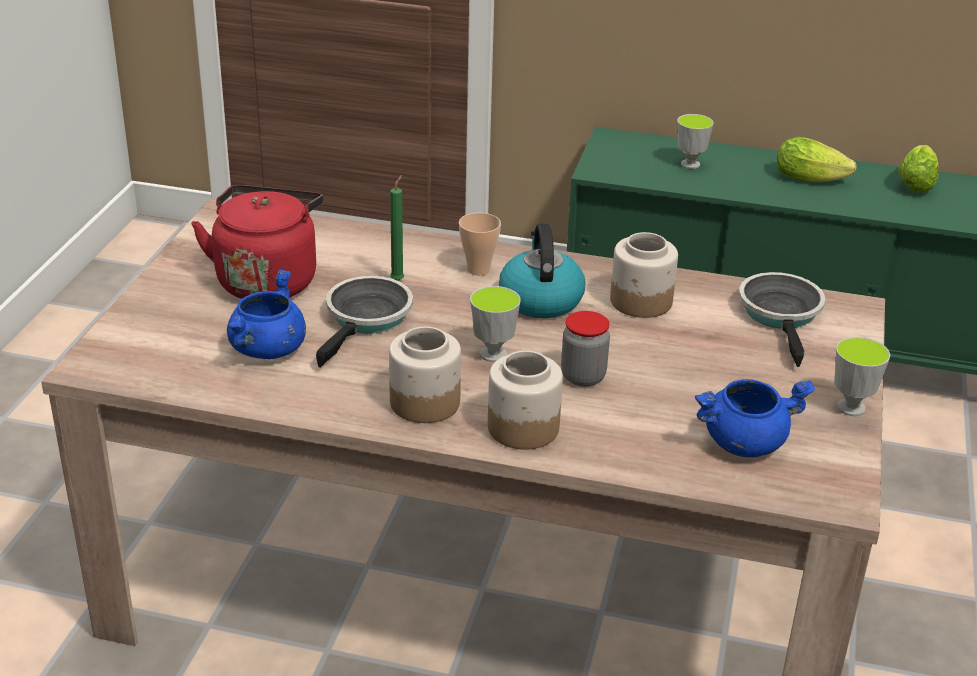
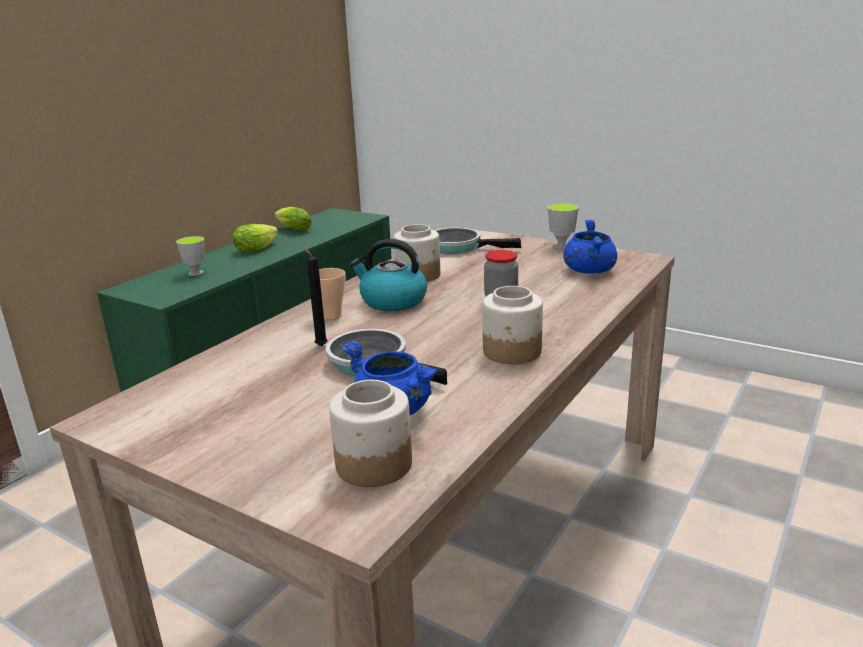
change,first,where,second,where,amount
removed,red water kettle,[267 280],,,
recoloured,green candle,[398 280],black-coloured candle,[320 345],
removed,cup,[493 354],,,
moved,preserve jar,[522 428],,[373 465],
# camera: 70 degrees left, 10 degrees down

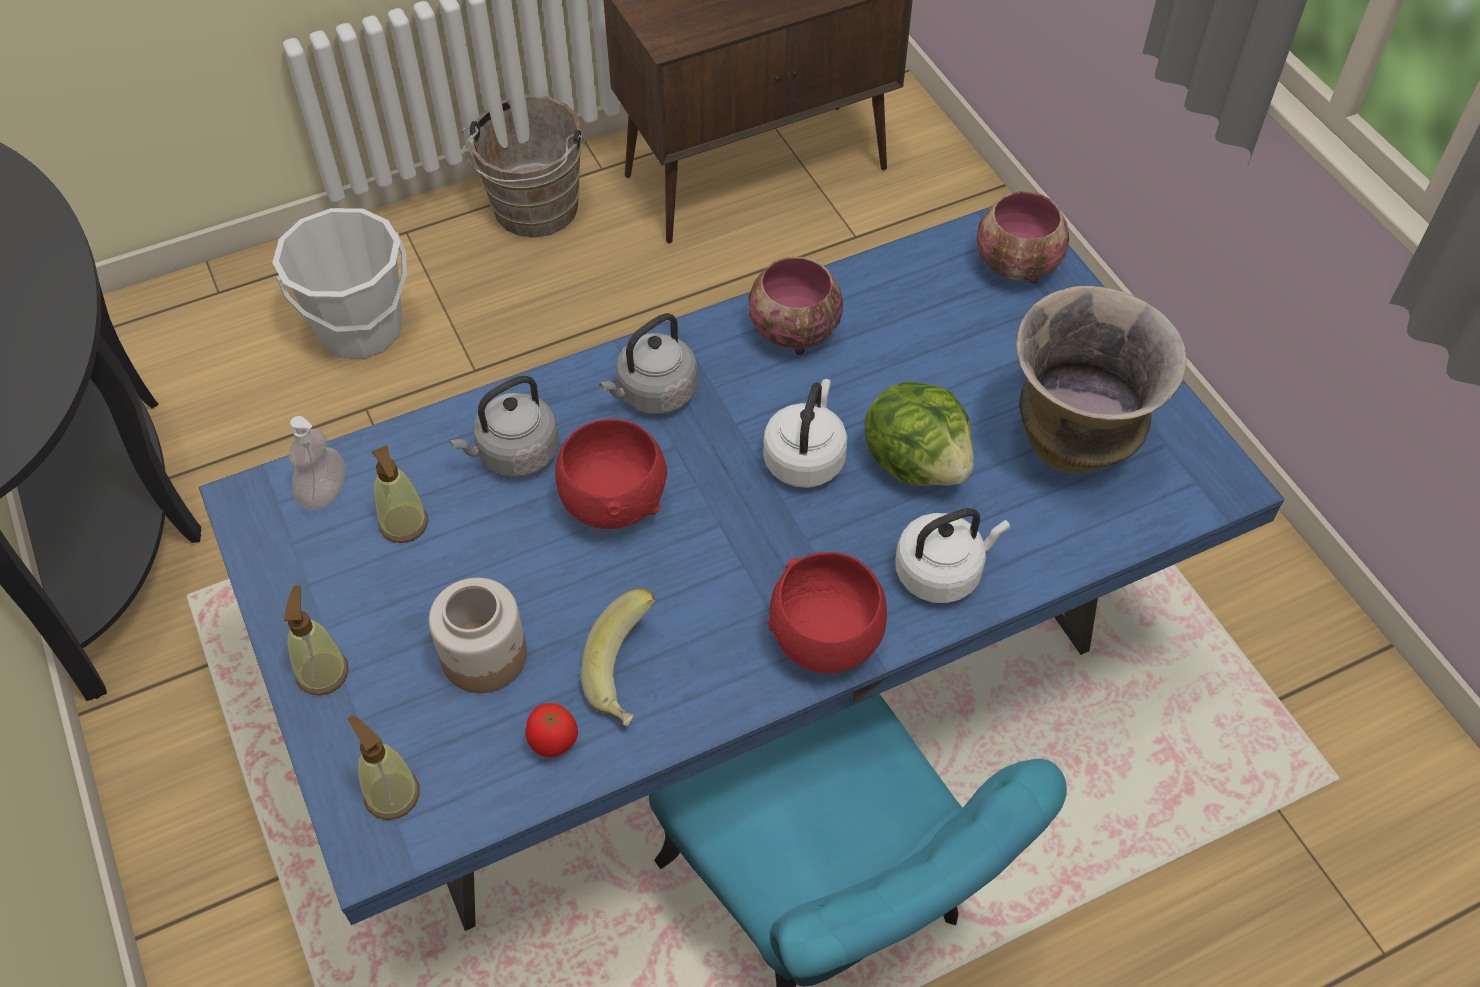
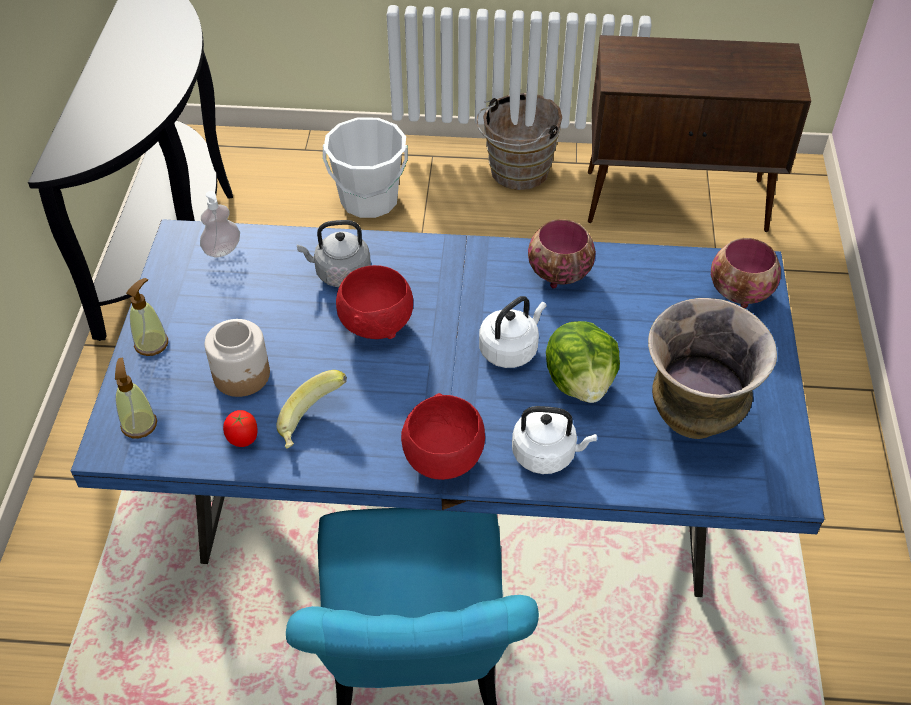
change,first,where,second,where,amount
removed,soap dispenser,[404 524],,,
removed,gray water kettle,[653 394],,,
# camera: 30 degrees right, 5 degrees down

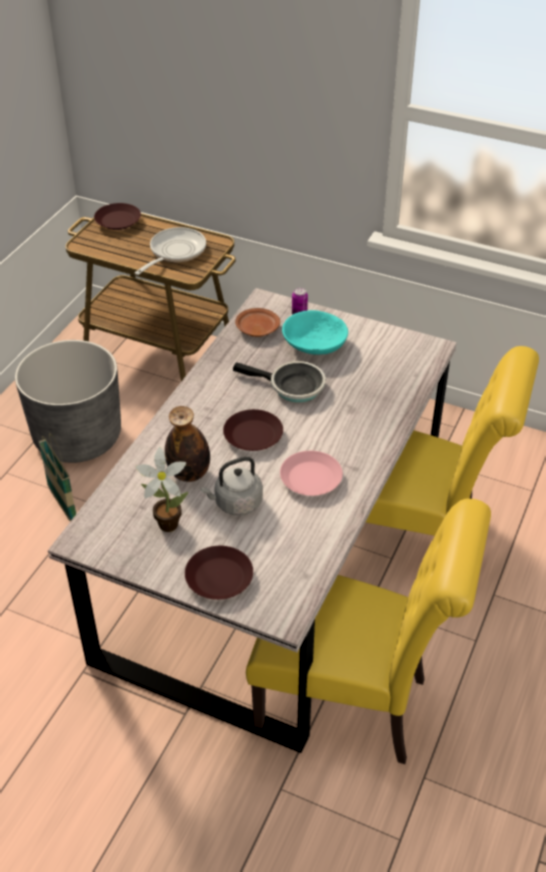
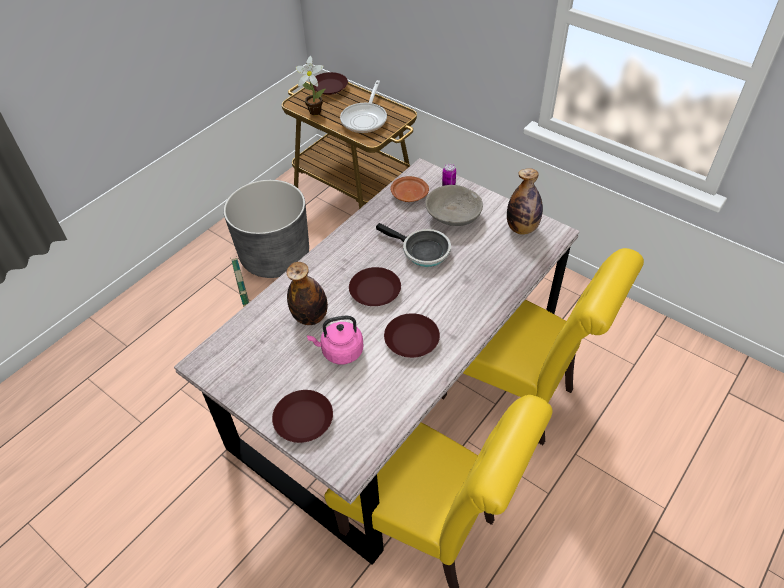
change,first,where,second,where,amount
turned,skillet,[174 252],,[365 119],150 degrees clockwise
moved,houseplant,[165 523],,[313 111],
recoloured,gray water kettle,[236 503],pink water kettle,[340 351],
recoloured,pink flat dish,[311 479],brown flat dish,[412 340],
recoloured,turquoise bowl,[314 344],gray bowl,[453 215],
added,,,drink bottle,[522 228],
# camera: 15 degrees right, 5 degrees up

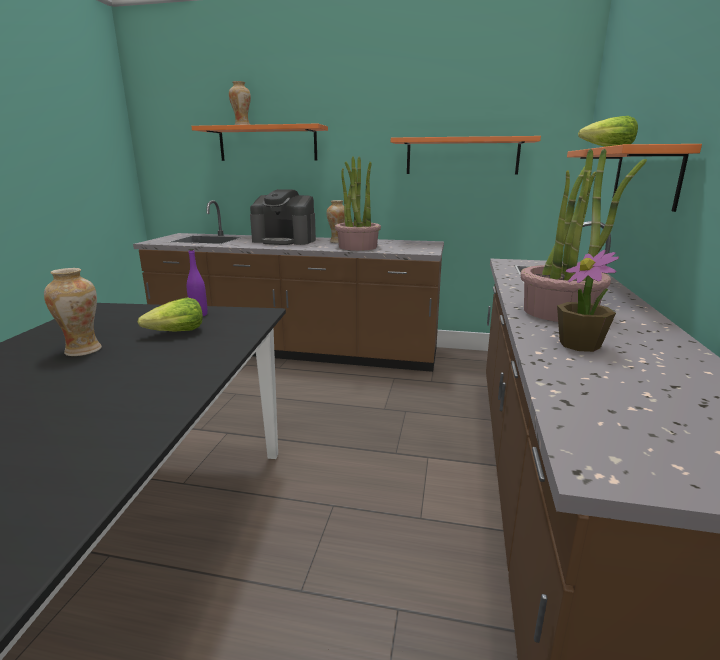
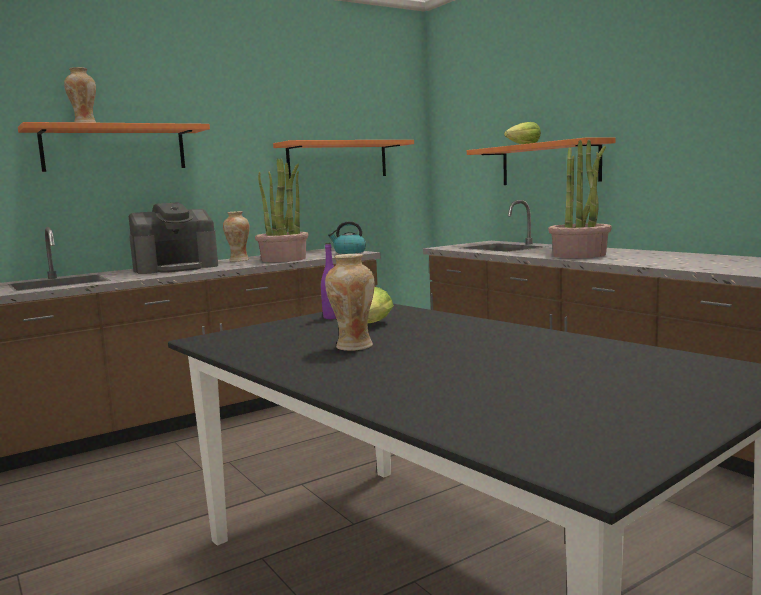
change,first,where,second,where,amount
removed,houseplant,[580 345],,,
added,,,water kettle,[349 252],
# camera: 45 degrees left, 10 degrees down

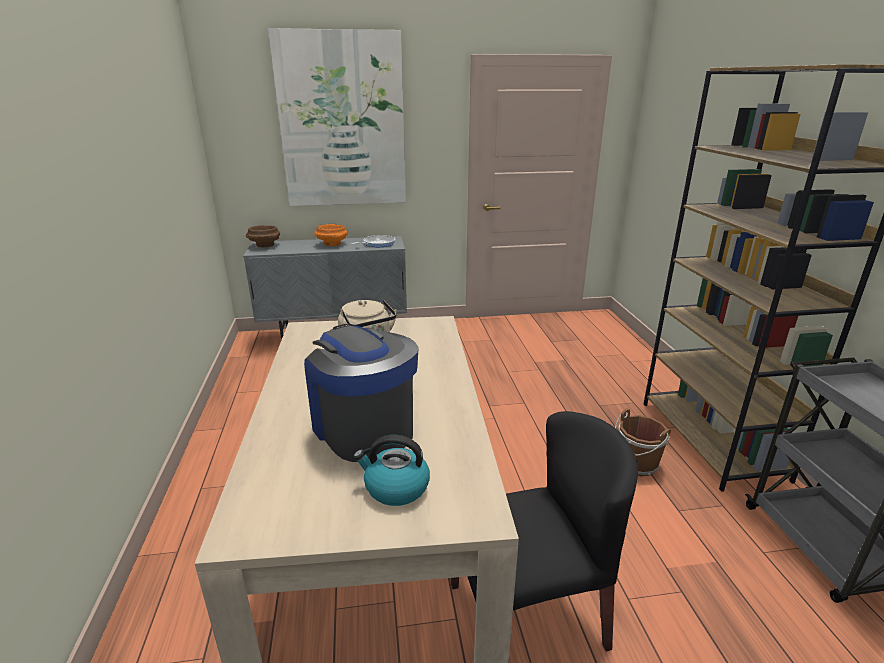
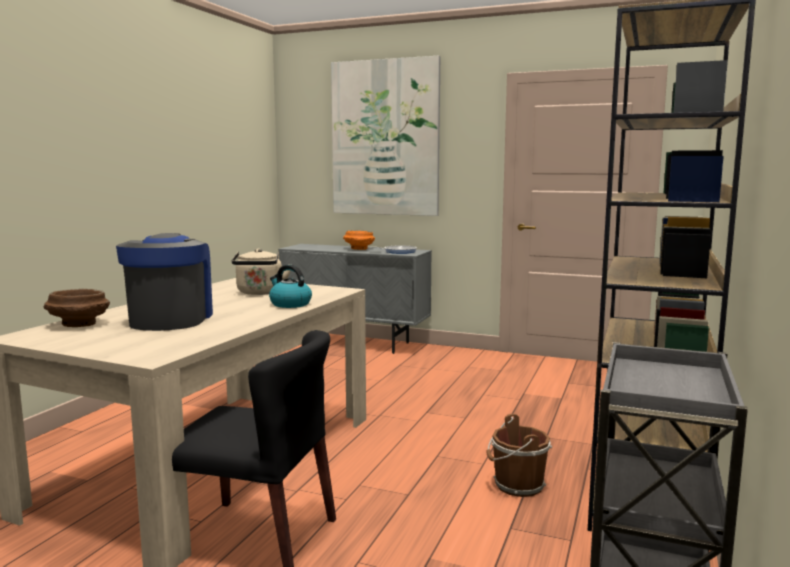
change,first,where,second,where,amount
moved,brown bowl,[264 246],,[78 325],
moved,water kettle,[395 488],,[290 304],
# camera: 30 degrees right, 15 degrees down

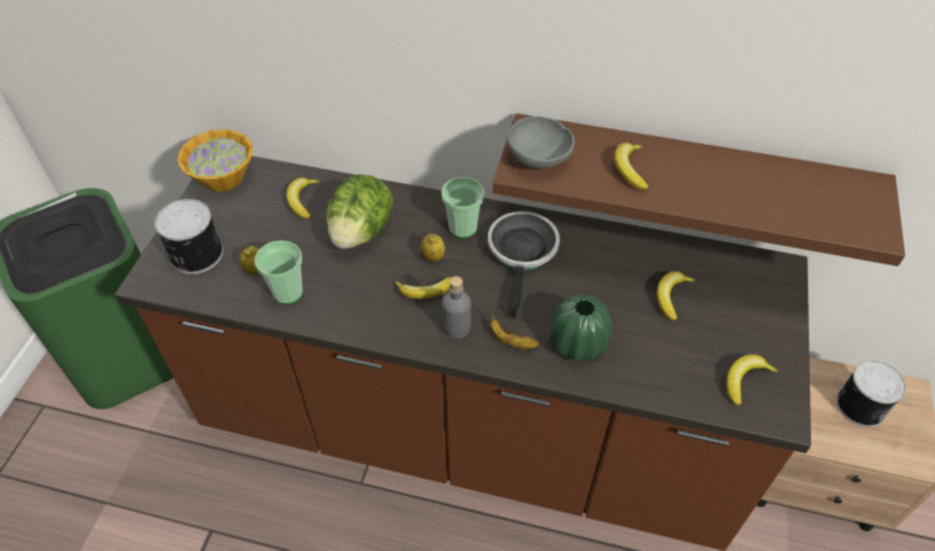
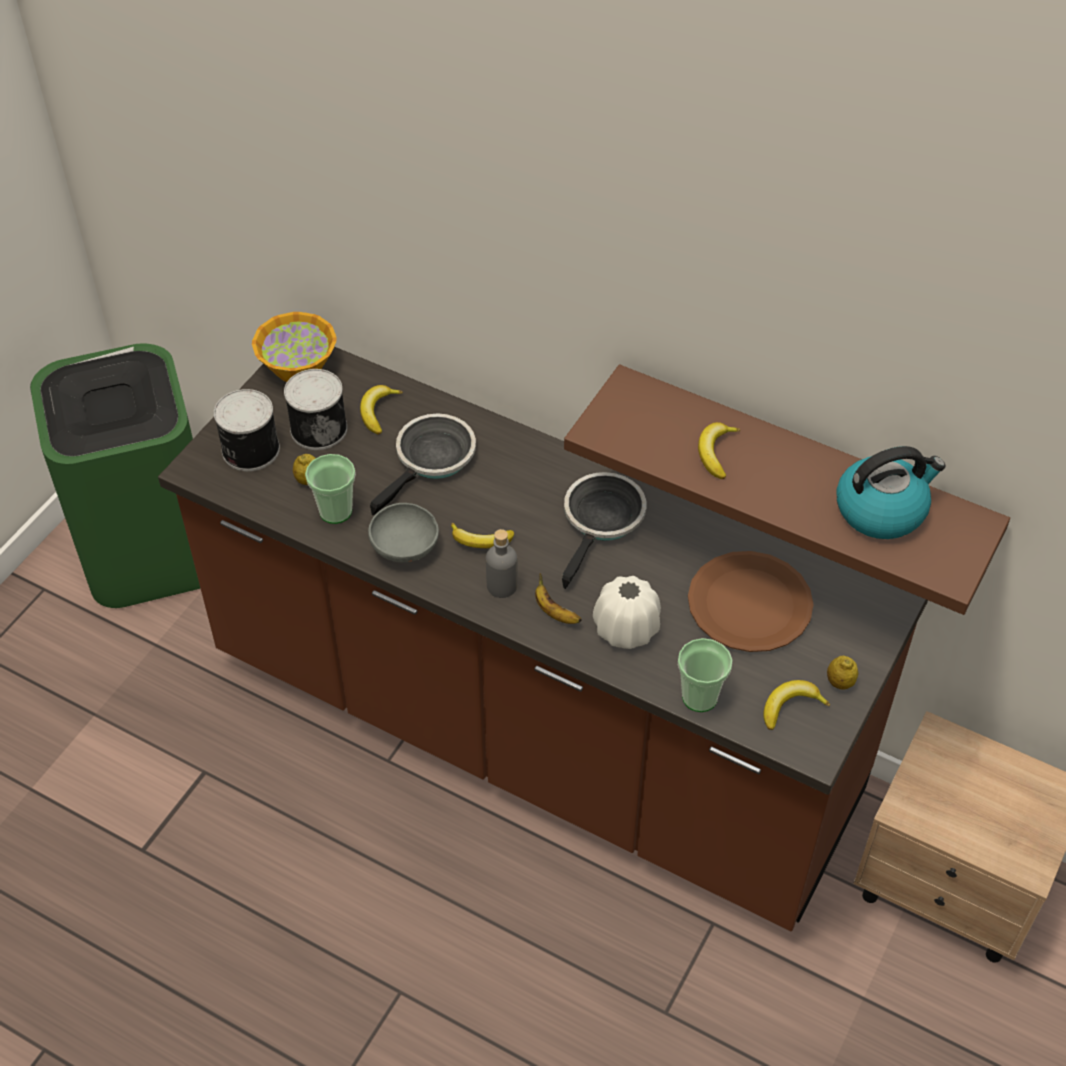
change,first,where,second,where,amount
replaced,lettuce,[361 231],skillet,[432 460],
moved,lemon,[433 257],,[840 682],
moved,cup,[463 227],,[700 697],
moved,gray bowl,[540 159],,[406 548],
recoloured,green vase,[578 342],white-coloured vase,[626 629],
replaced,banana,[671 297],brown flat dish,[749 603],
moved,sealed can,[859 404],,[318 428],
added,,,water kettle,[881 509],
# camera: 15 degrees right, 0 degrees up

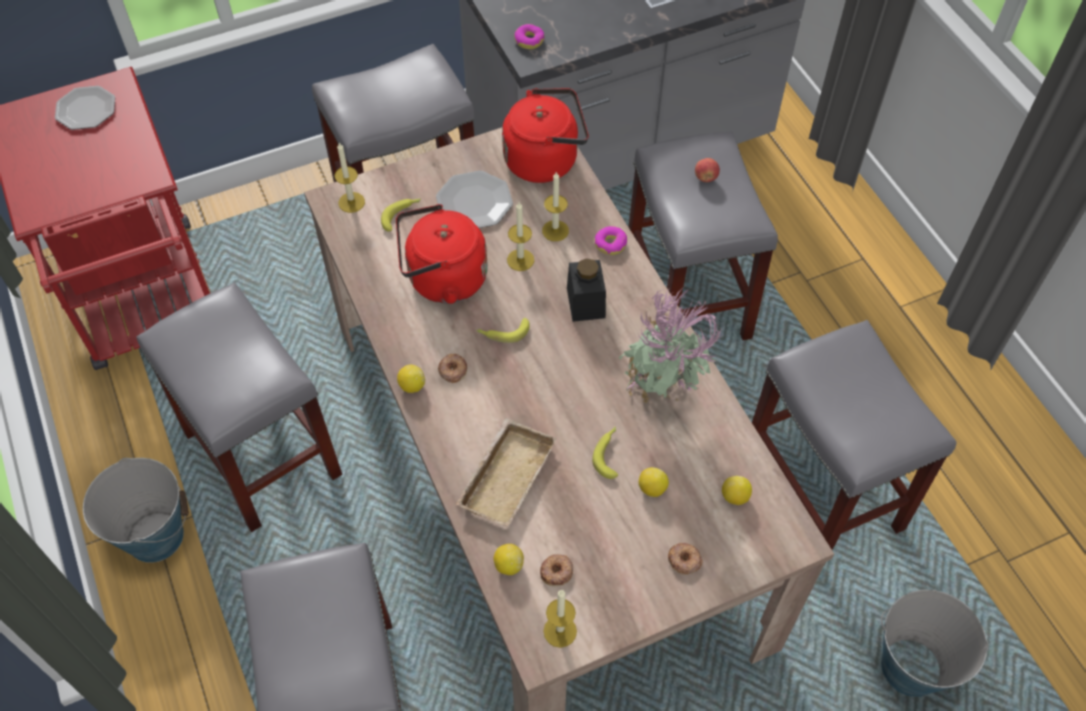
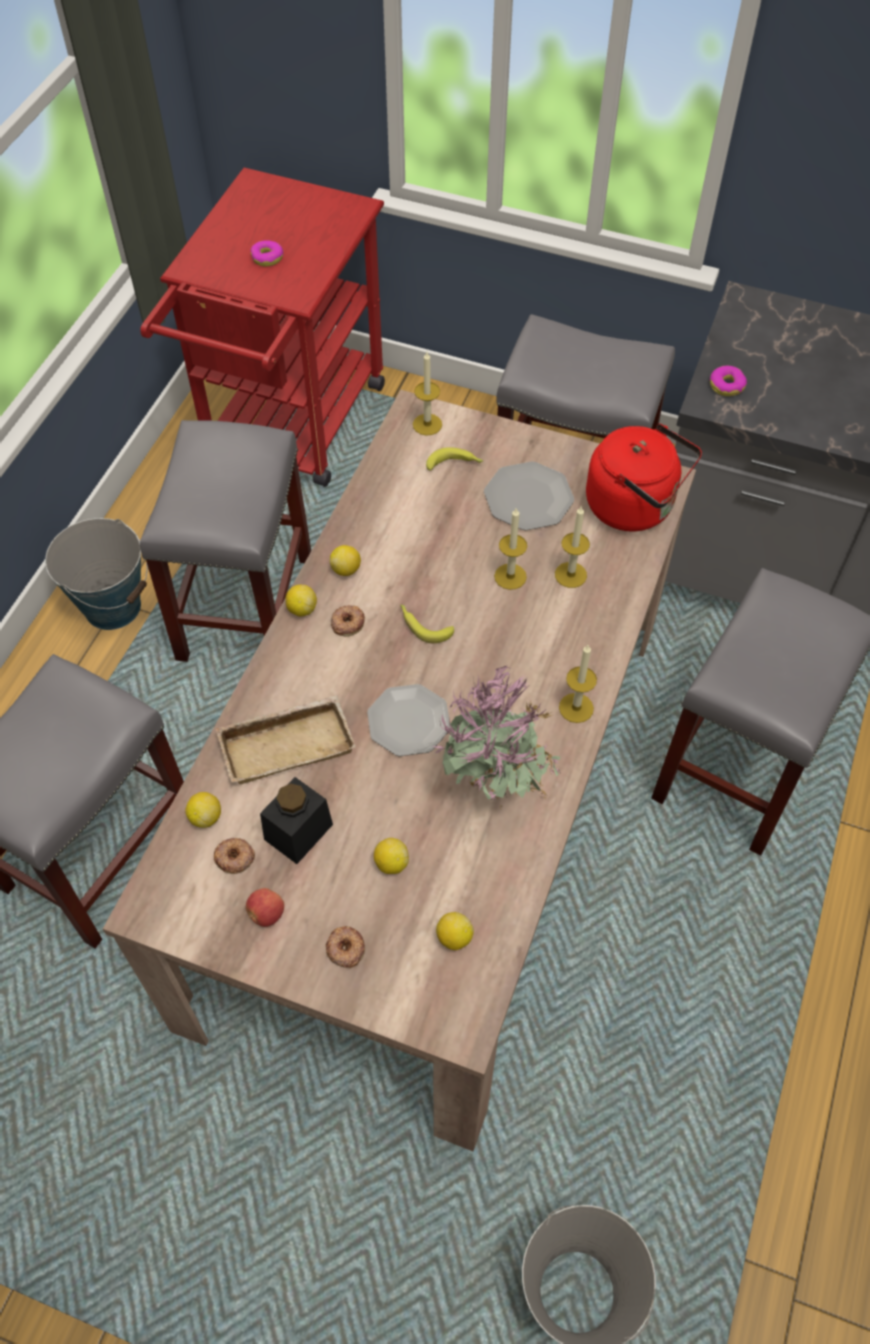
change,first,where,second,where,amount
moved,flat dish,[87 109],,[409 722],
removed,red water kettle,[442 280],,,
moved,candle,[560 631],,[576 708],
moved,black-coloured preserve jar,[585 302],,[298 832],
removed,banana,[609 454],,,
moved,doughnut,[610 244],,[267 258],
moved,apple,[705 177],,[266 914],
removed,gray stool seat,[823 492],,,
added,,,lemon,[346 569],
# camera: 45 degrees right, 0 degrees up

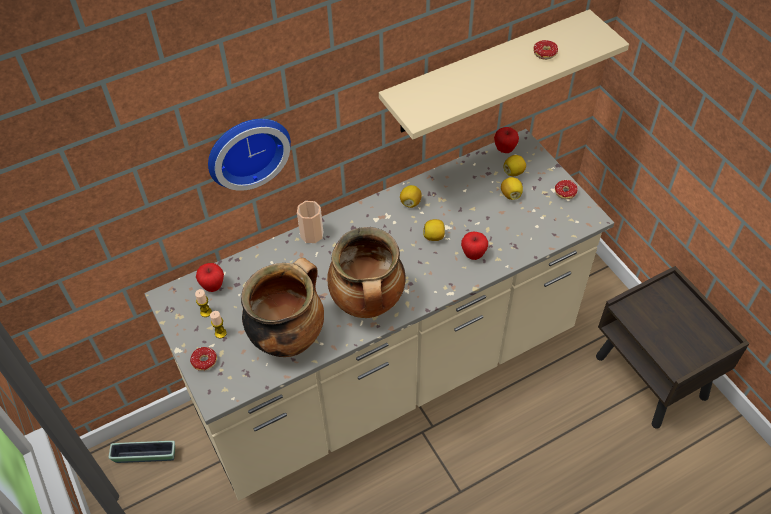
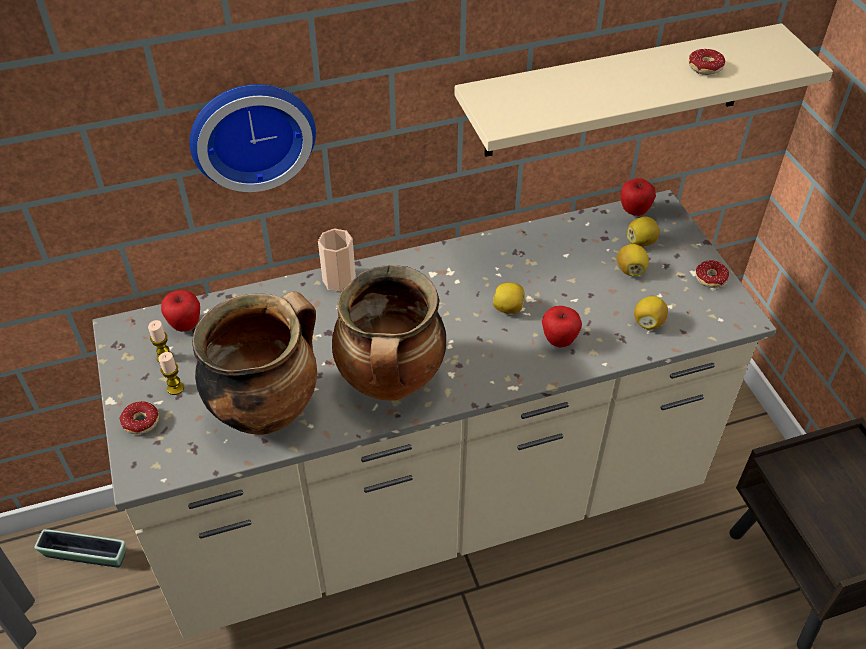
change,first,where,second,where,amount
moved,lemon,[410 202],,[648 322],
# camera: 10 degrees right, 5 degrees down

